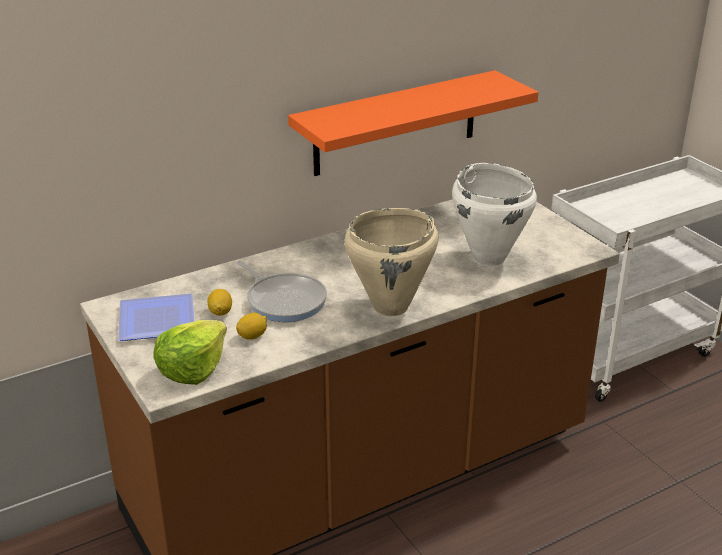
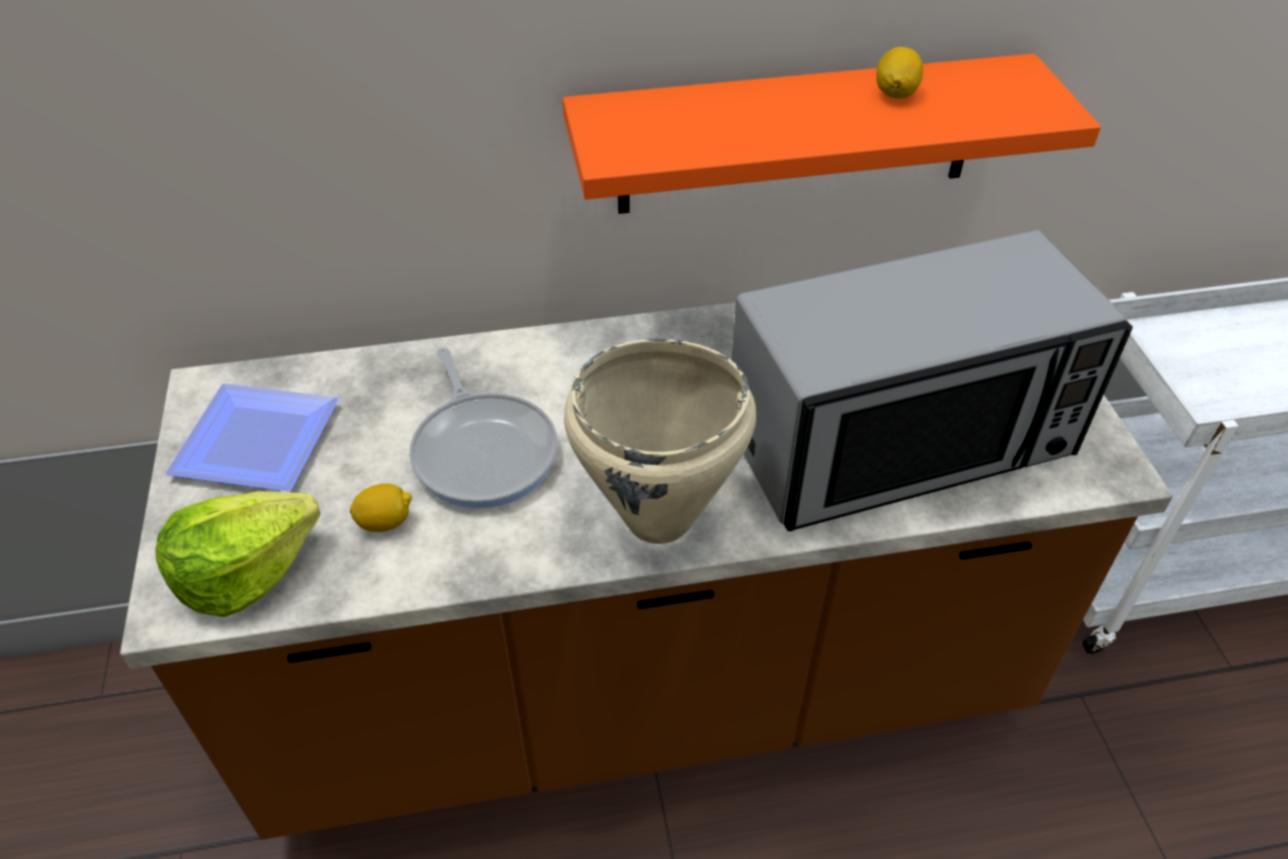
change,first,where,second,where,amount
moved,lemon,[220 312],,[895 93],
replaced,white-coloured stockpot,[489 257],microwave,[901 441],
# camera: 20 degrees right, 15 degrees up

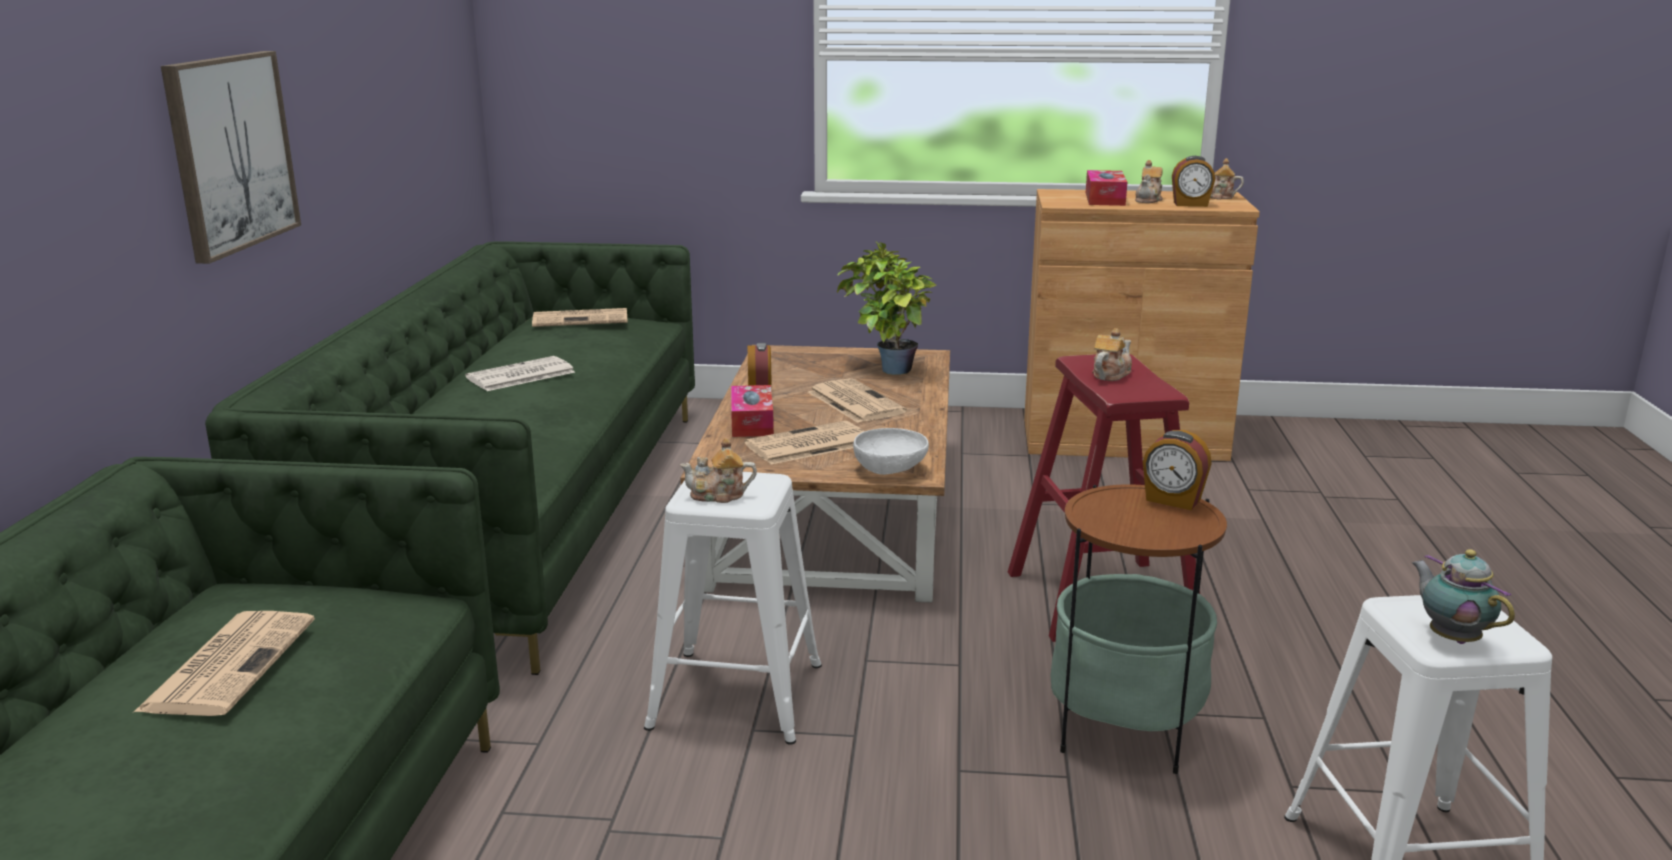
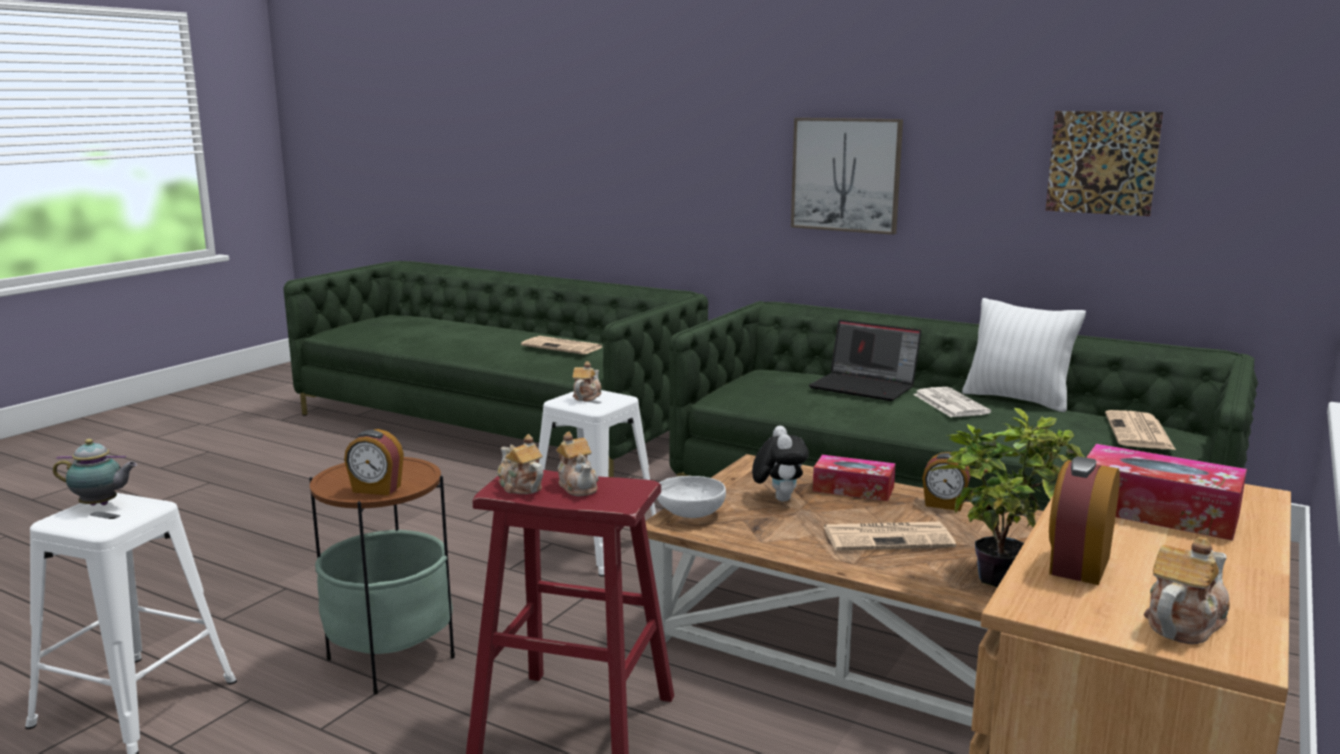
change,first,where,second,where,amount
replaced,printed paper,[807 445],cuddly toy,[778 498],
moved,pot for tea,[1148 200],,[520 487],
turned,bedside clock,[1172 500],,[376 489],135 degrees counterclockwise
added,,,portable computer,[865 387],
added,,,white-coloured cushion,[1017 399],
added,,,wall picture,[1102 163],
# camera: 115 degrees right, 5 degrees down

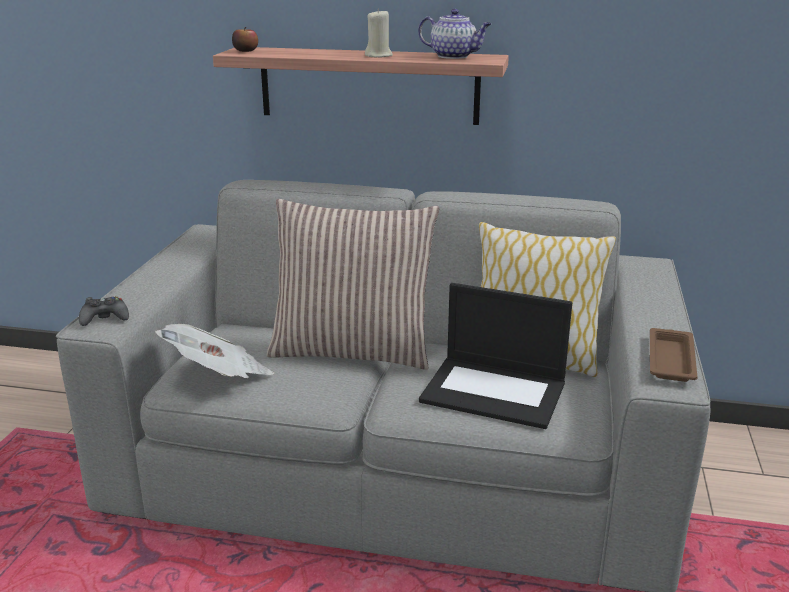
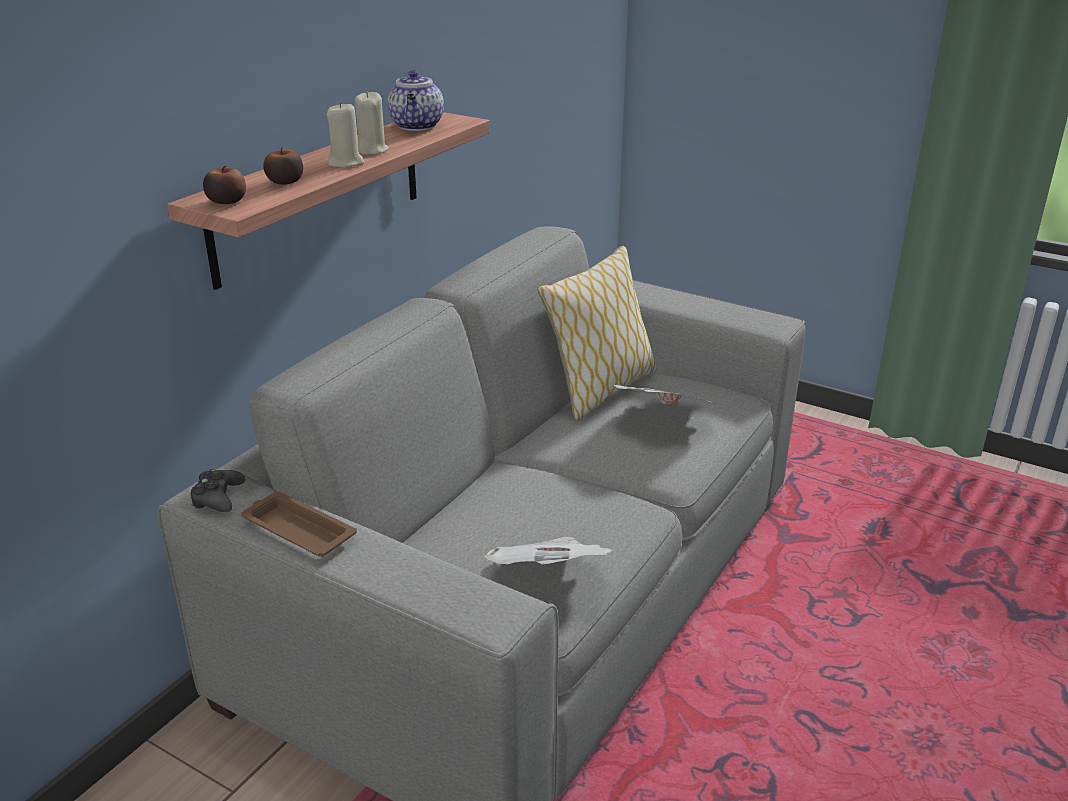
change,first,where,second,where,amount
moved,black-coloured gamepad,[104 318],,[218 497],
removed,cushion,[352 350],,,
turned,pot for tea,[454 56],,[417 126],135 degrees clockwise
replaced,portable computer,[495 391],printed paper,[666 419],
moved,brown carrying tray,[670 359],,[297 530],
added,,,apple,[285 182],
added,,,beige candle,[346 163],
# camera: 70 degrees left, 5 degrees up

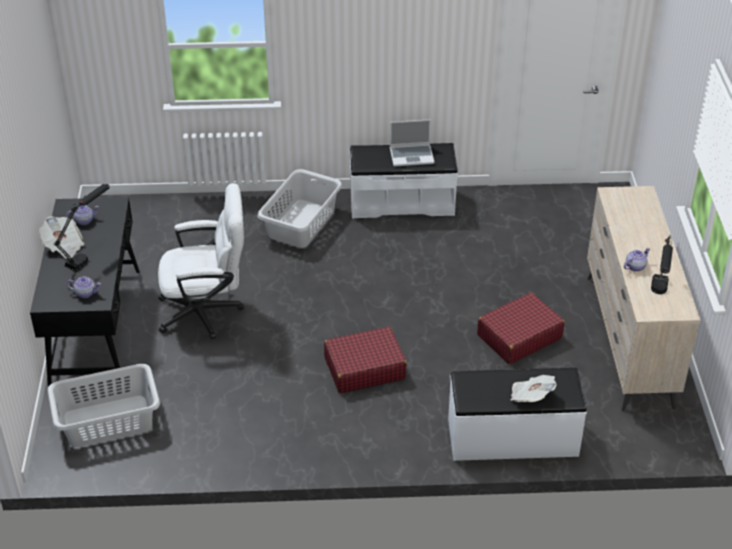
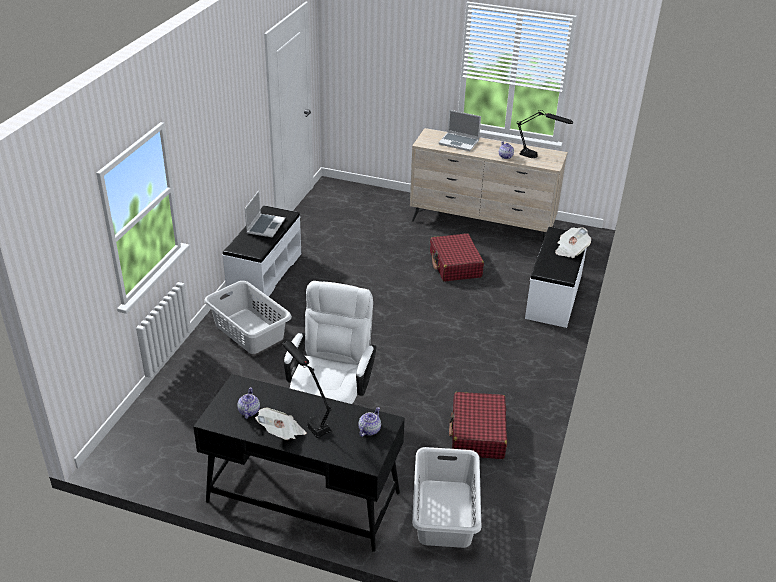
change,first,where,second,where,amount
moved,red piece of luggage,[364 368],,[477 434],
added,,,portable computer,[459 142],
# camera: 70 degrees left, 5 degrees down

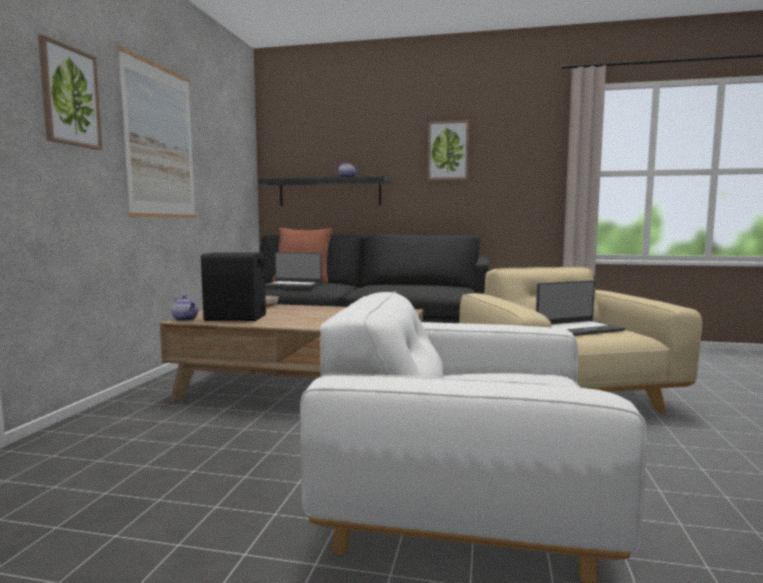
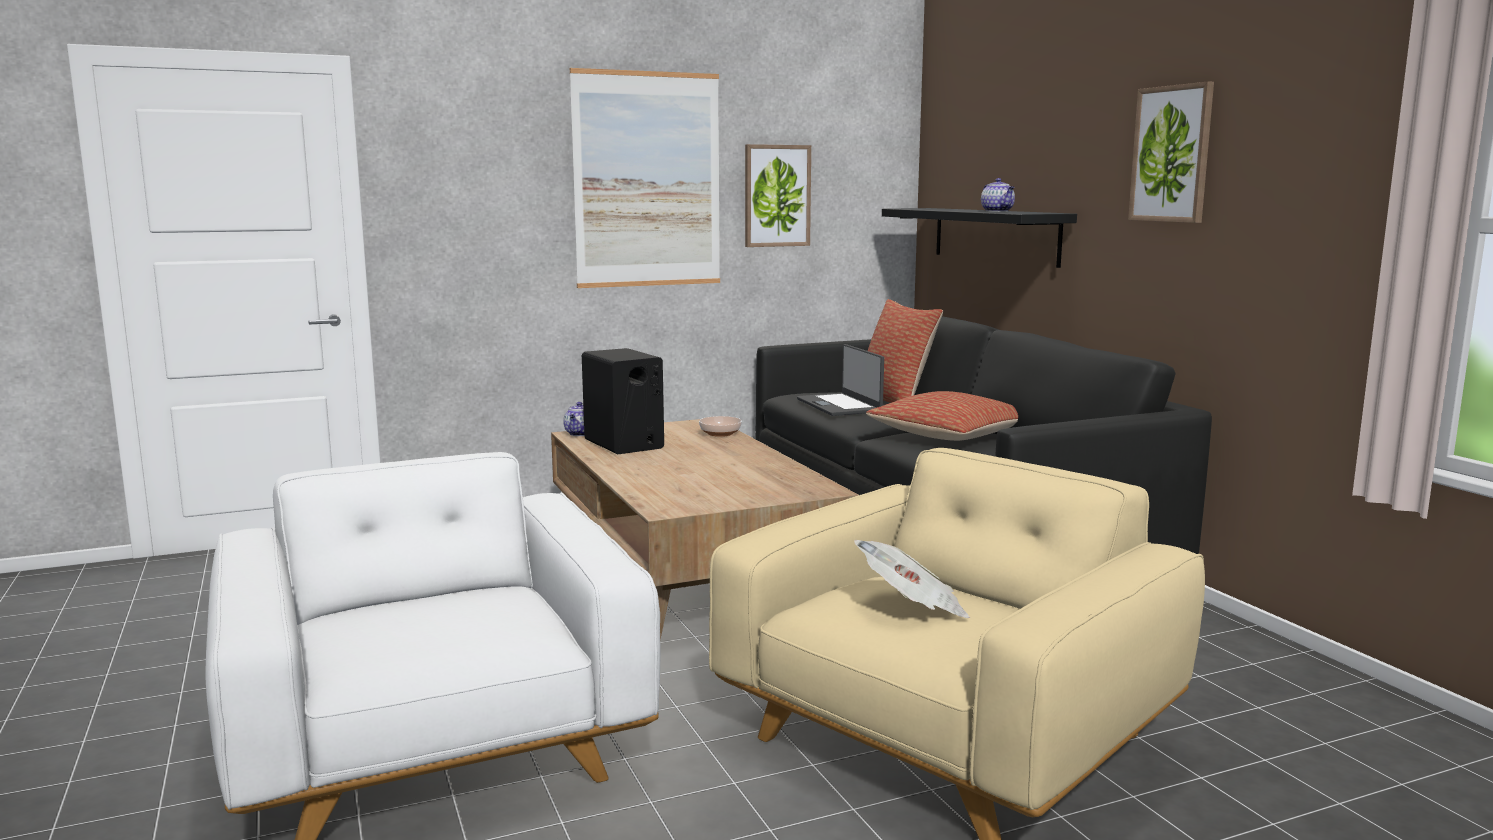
change,first,where,second,where,amount
moved,wall picture,[70 96],,[777 196],
replaced,portable computer,[578 329],printed paper,[912 607],
added,,,cushion,[949 436],
# camera: 55 degrees right, 5 degrees up

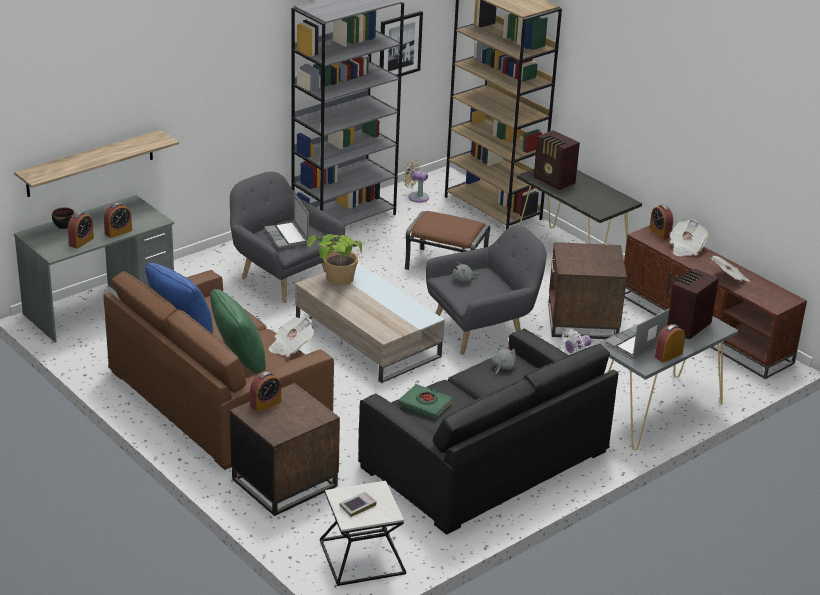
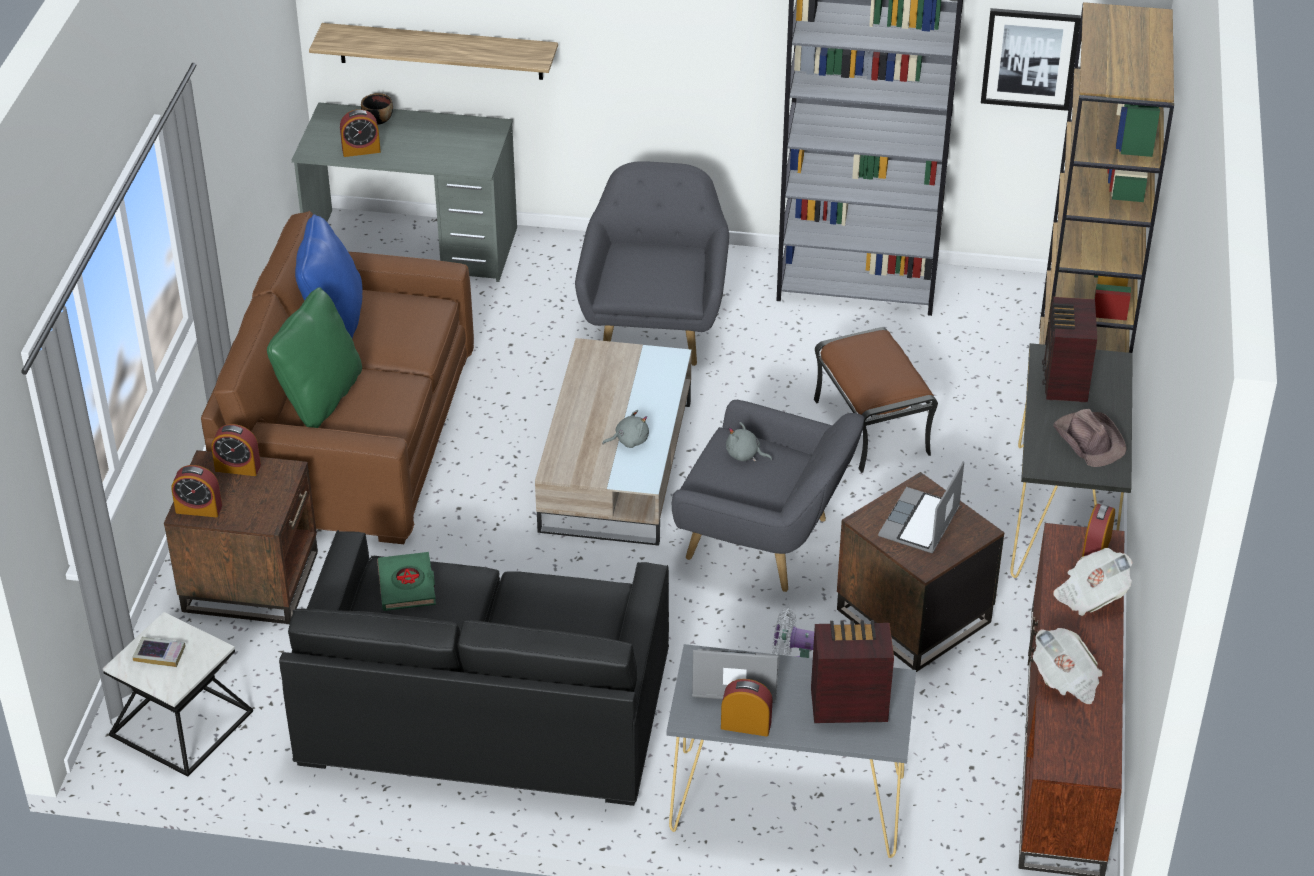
change,first,where,second,where,amount
moved,bedside clock,[118 232],,[198 509],
moved,portable computer,[287 236],,[920 524],
removed,printed paper,[290 347],,,
removed,houseplant,[335 285],,,
removed,beige cooling fan,[416 197],,,
moved,gray cuddly toy,[502 367],,[629 440],
added,,,brown hat,[1089 440],
# camera: 50 degrees right, 10 degrees up

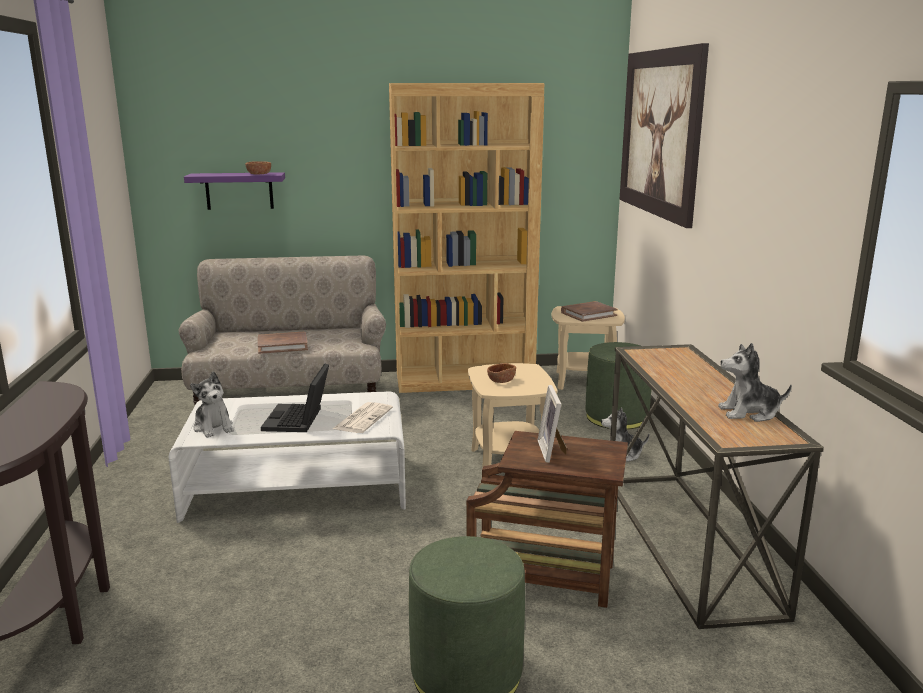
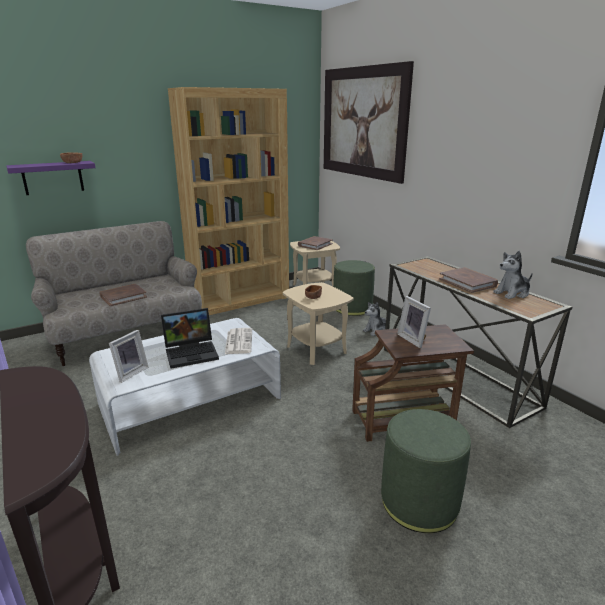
change,first,where,second,where,amount
replaced,cuddly toy,[214 427],picture frame,[130 373],
turned,portable computer,[298 420],,[192 352],90 degrees counterclockwise
added,,,brown volume,[468 282],
# camera: 25 degrees left, 5 degrees up

